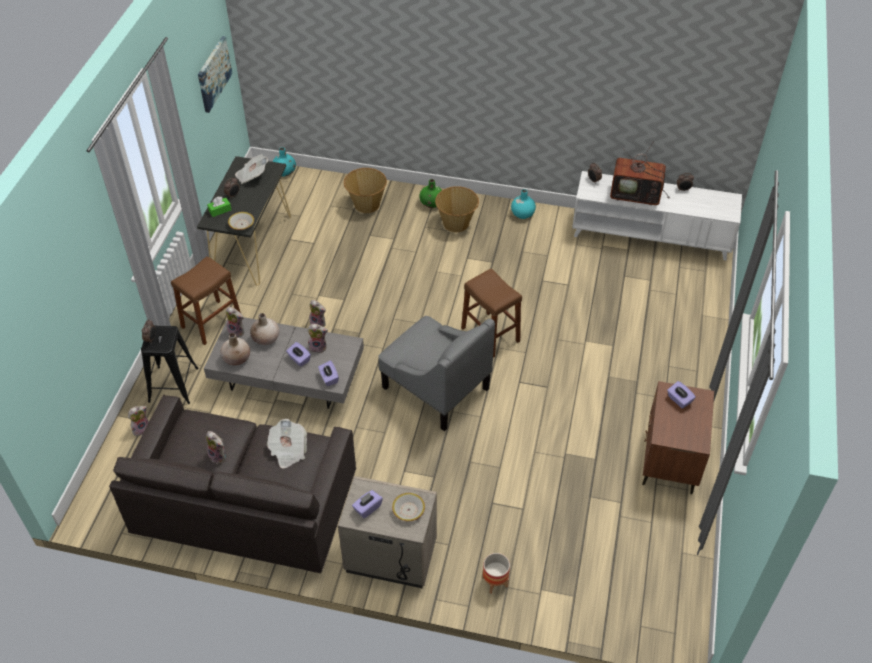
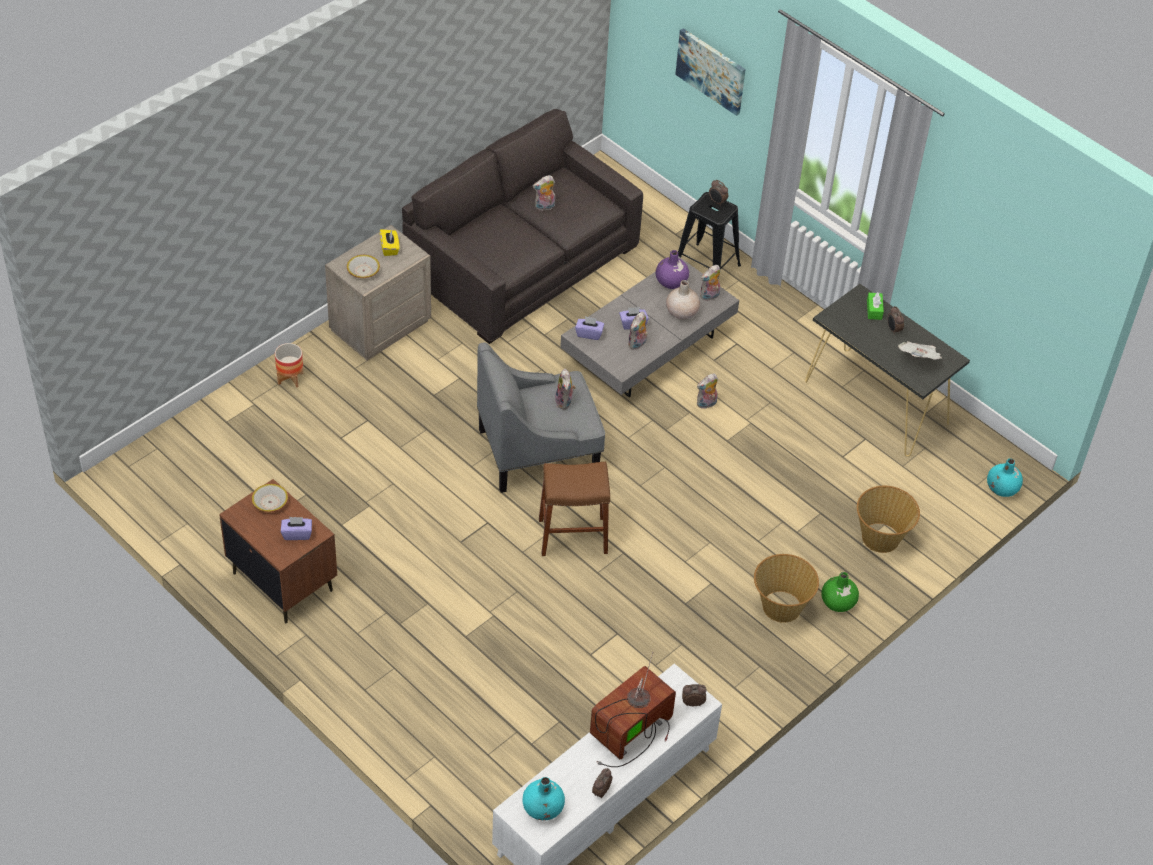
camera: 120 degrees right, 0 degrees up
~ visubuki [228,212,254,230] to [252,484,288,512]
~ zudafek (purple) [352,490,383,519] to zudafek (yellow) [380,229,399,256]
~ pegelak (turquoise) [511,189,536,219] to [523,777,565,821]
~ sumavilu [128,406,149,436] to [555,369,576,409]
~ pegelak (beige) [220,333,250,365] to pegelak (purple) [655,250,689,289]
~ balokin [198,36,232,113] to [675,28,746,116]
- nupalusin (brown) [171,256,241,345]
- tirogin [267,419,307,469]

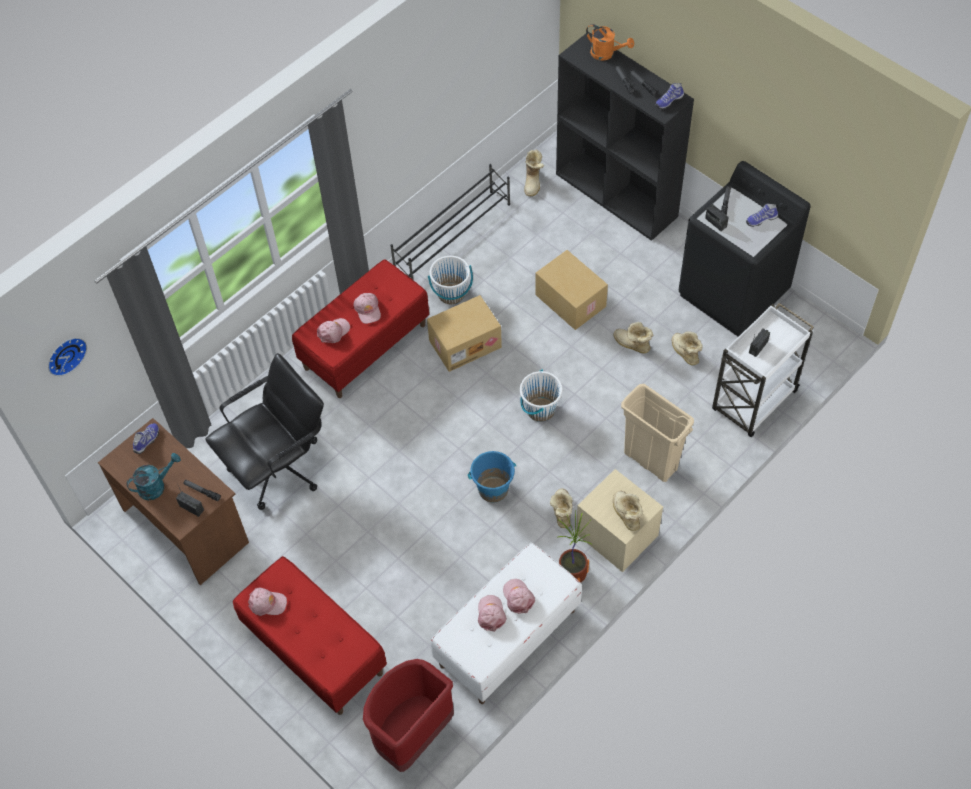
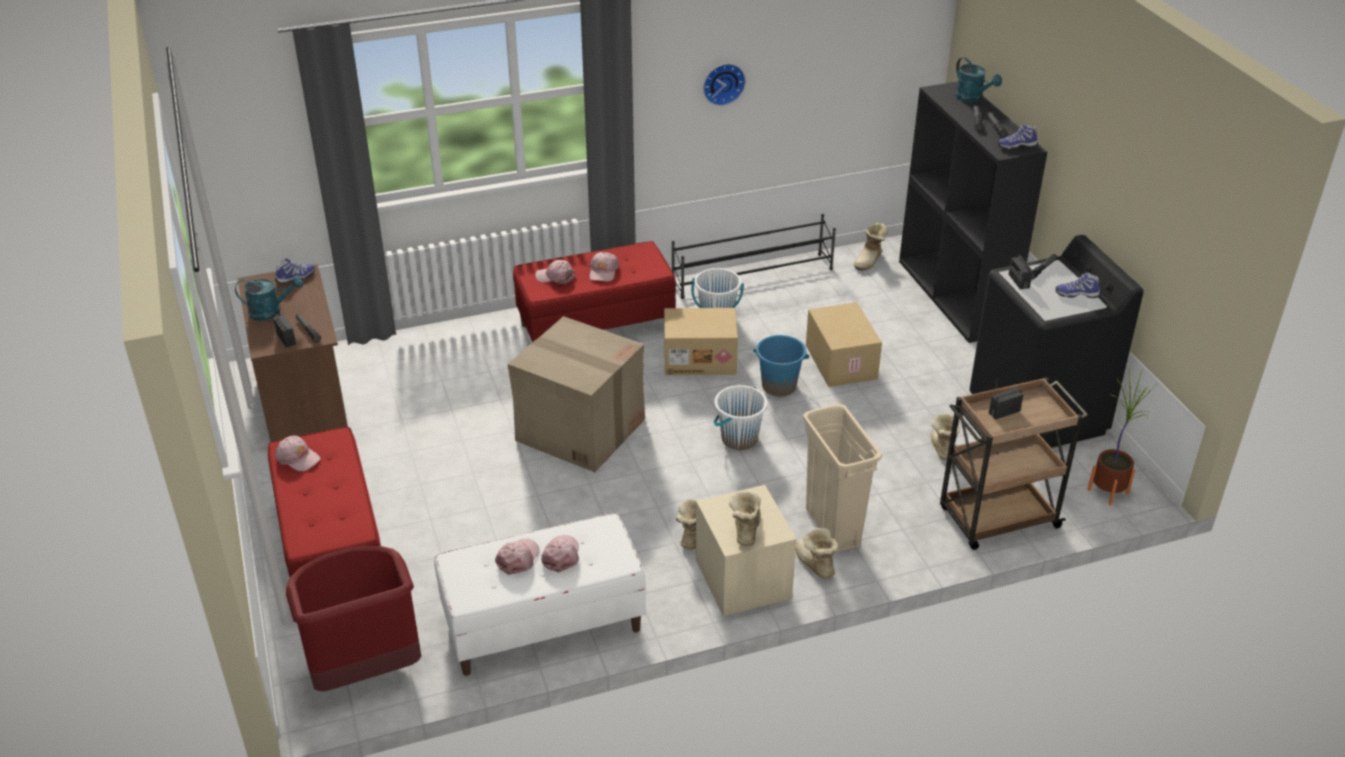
camera: 25 degrees right, 20 degrees down
+ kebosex [508,316,645,472]
~ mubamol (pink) [317,318,350,343] = [535,260,575,284] 150 degrees counterclockwise
~ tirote [48,338,87,376] to [703,64,746,106]
~ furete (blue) [468,451,516,502] to [753,335,809,397]
~ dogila [614,322,653,354] to [796,528,839,578]
~ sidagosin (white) [712,303,814,437] to sidagosin (brown) [940,377,1088,550]
~ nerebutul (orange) [586,24,634,61] to nerebutul (turquoise) [955,57,1002,103]
~ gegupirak [558,511,592,583] to [1088,371,1155,505]
- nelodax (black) [205,353,324,510]

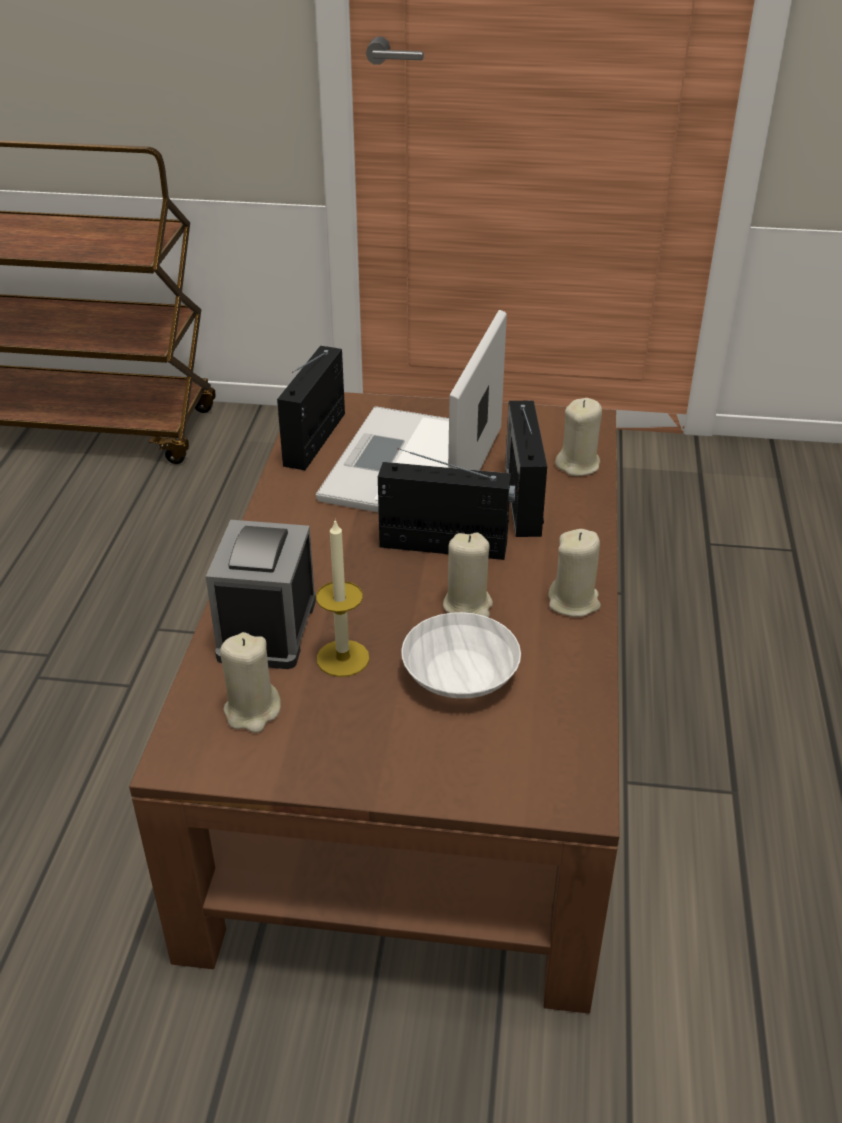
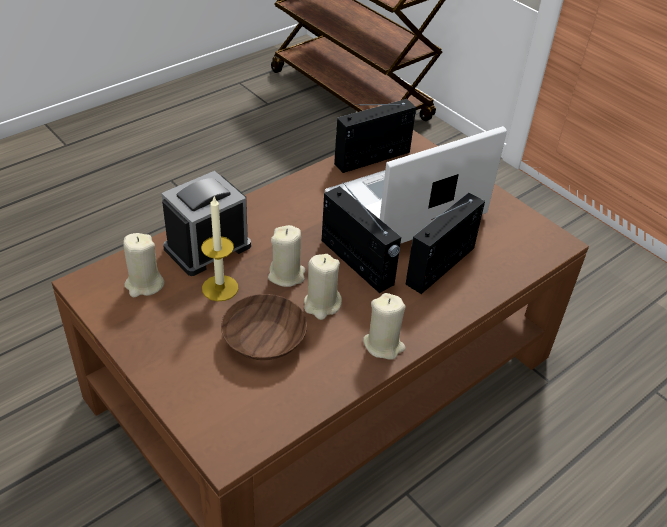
camera: 40 degrees right, 5 degrees up
~ visubuki (white) [401,612,521,699] to visubuki (brown) [221,294,307,360]
~ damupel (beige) [555,398,602,476] to [268,225,306,287]

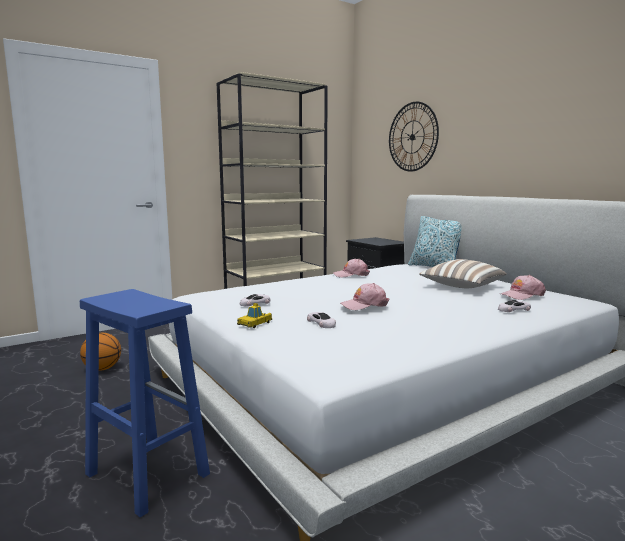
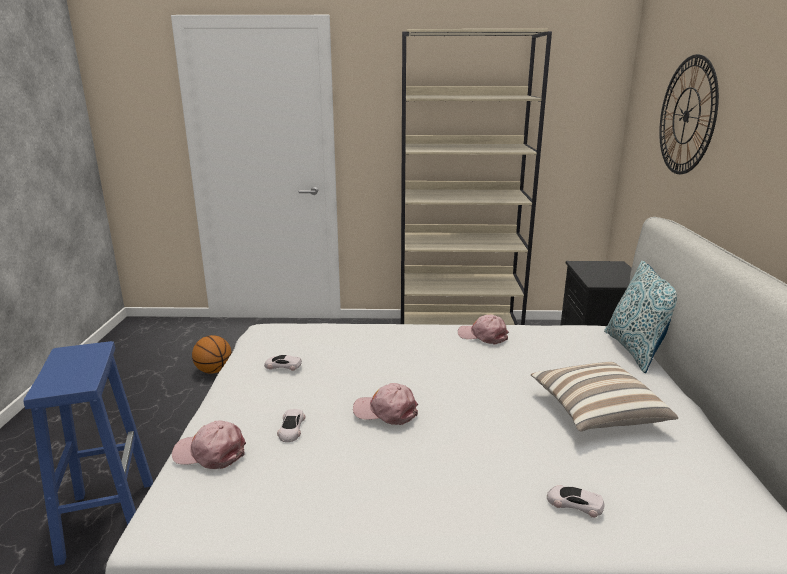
camera: 35 degrees right, 10 degrees up
~ mubamol (pink) [501,275,546,300] to [172,420,246,469]
- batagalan [237,303,272,328]

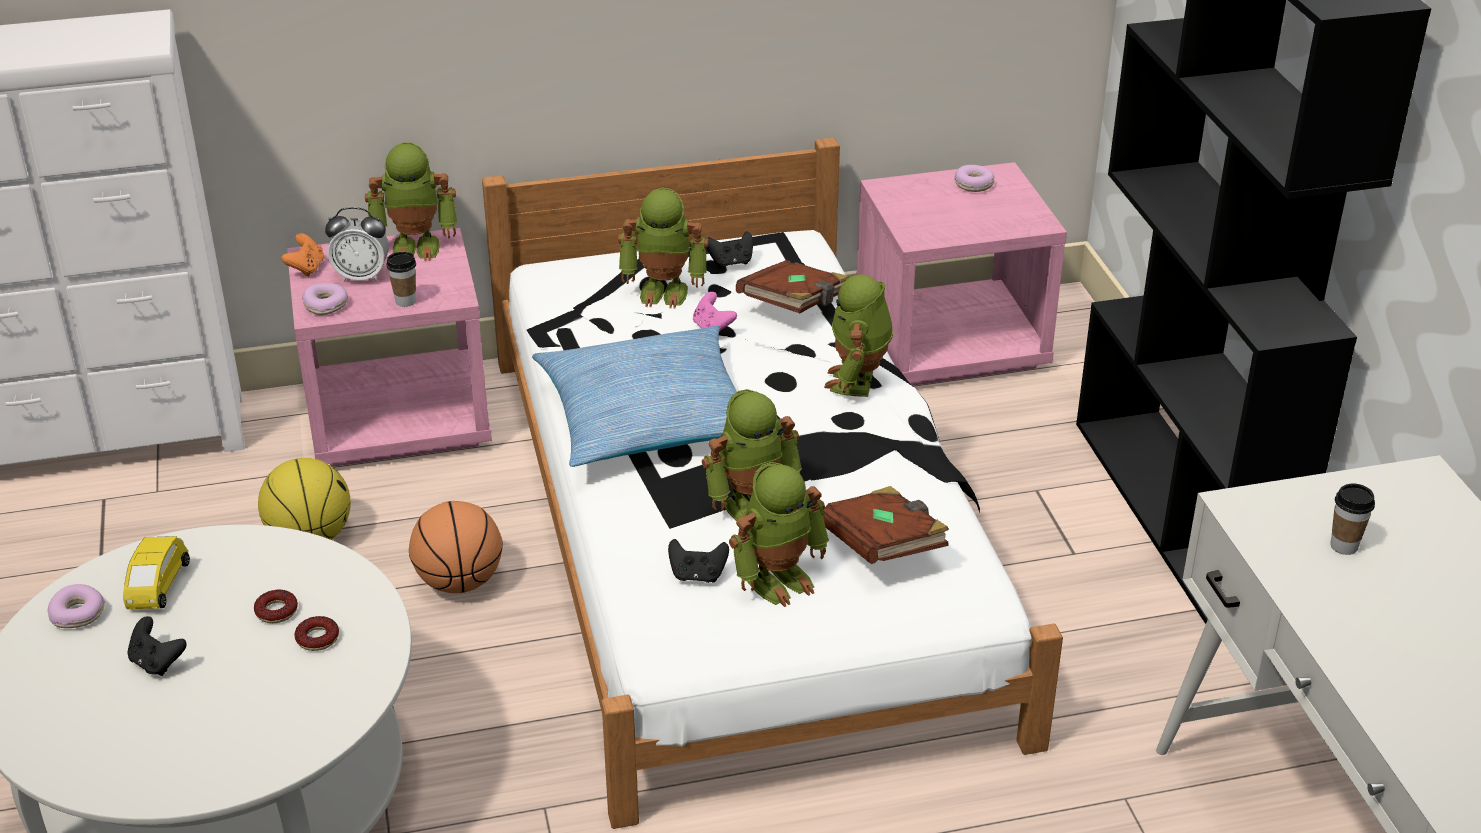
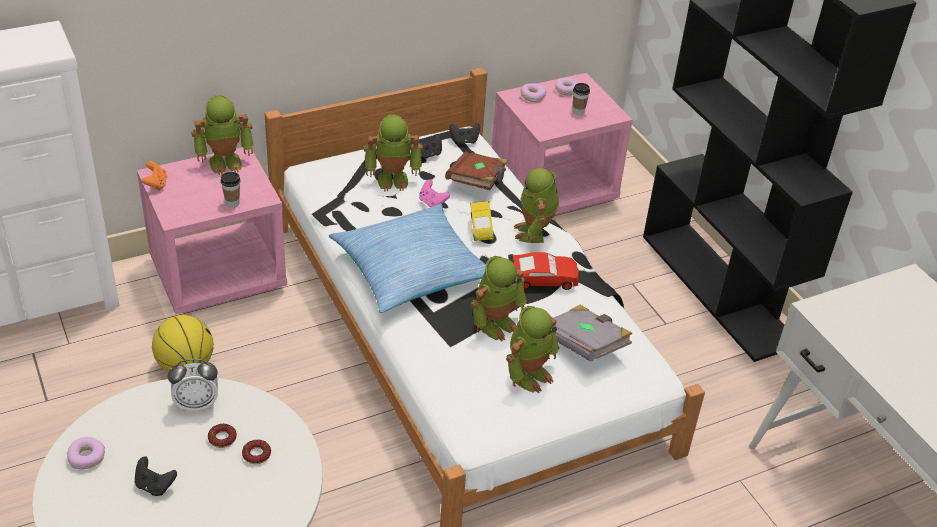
camera: 15 degrees left, 5 degrees up
~ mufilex [325,207,389,282] to [168,359,218,412]
~ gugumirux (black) [668,539,729,583] to [449,123,480,144]
~ batagalan (yellow) [123,536,190,609] to [470,201,494,241]
+ batagalan (red) [508,252,579,290]
~ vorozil [302,283,348,315] to [520,83,546,102]
~ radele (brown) [823,486,949,564] to radele (grey) [554,305,632,362]
~ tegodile [1330,484,1375,555] to [573,83,590,115]
- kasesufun [409,501,503,593]

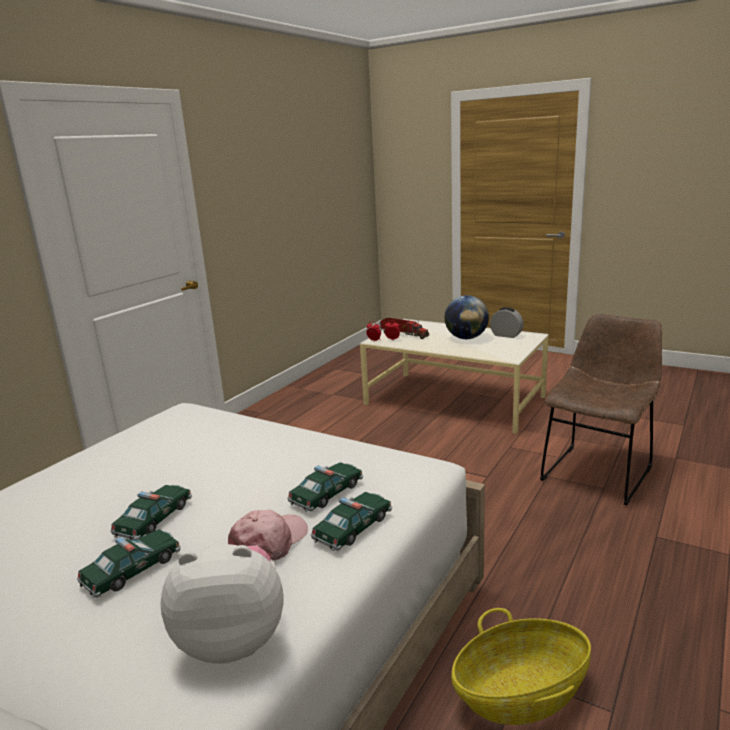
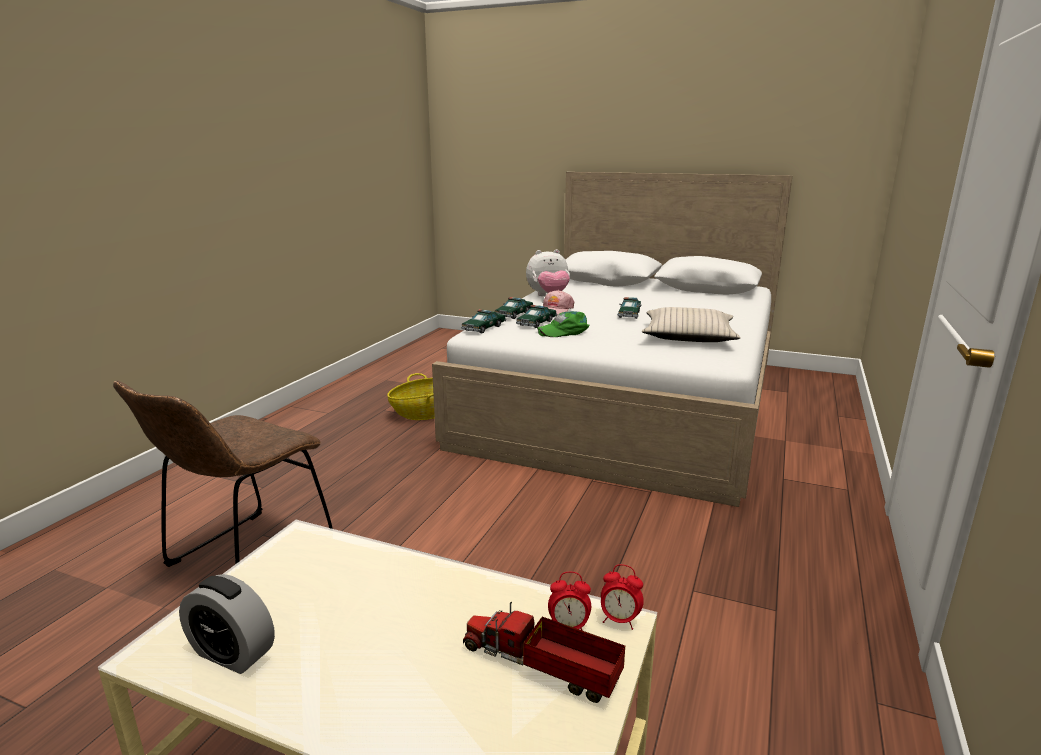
camera: 170 degrees right, 0 degrees up
~ batagalan [77,529,181,598] to [461,309,506,333]
+ mubamol (green) [537,311,589,337]
+ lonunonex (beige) [642,307,741,342]
- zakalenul [445,295,489,339]

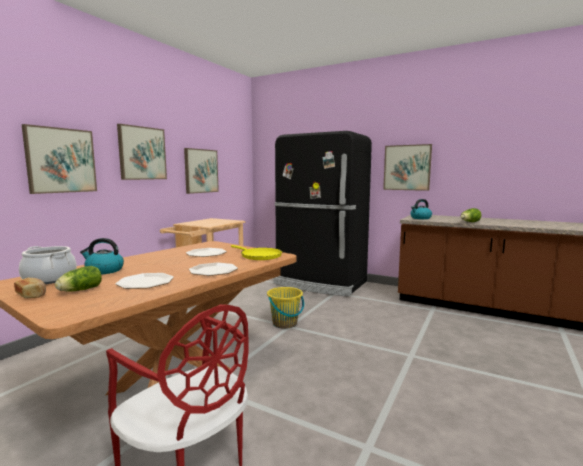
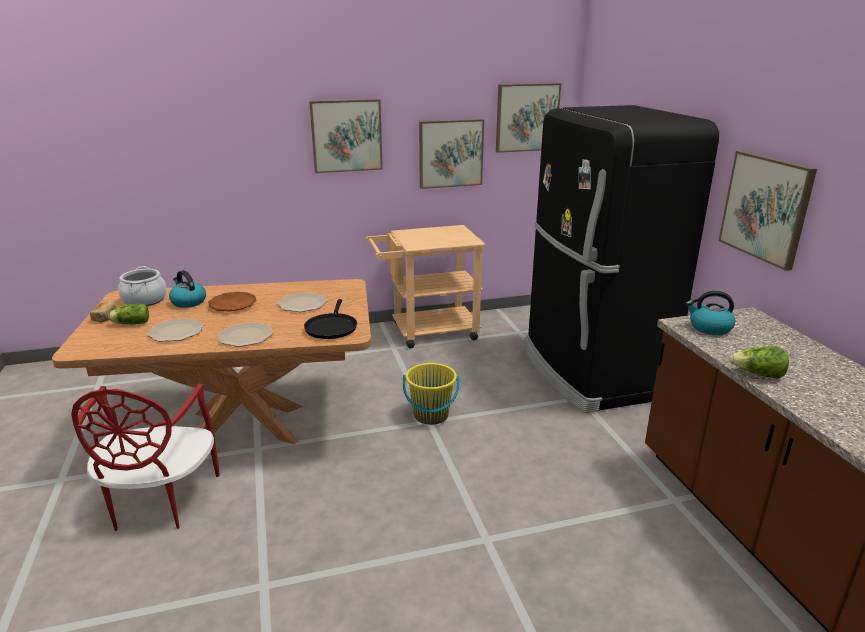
camera: 45 degrees right, 15 degrees up
+ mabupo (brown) [208,292,256,311]
~ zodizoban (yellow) [231,245,282,260] to zodizoban (black) [304,299,357,339]
~ balokin [21,124,97,194] to [496,83,561,153]

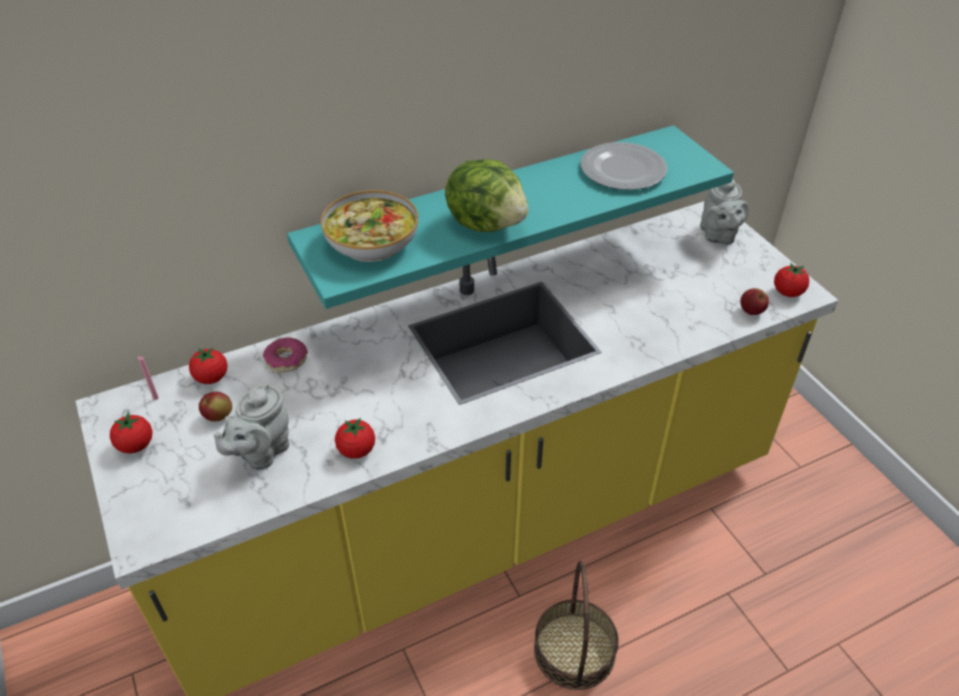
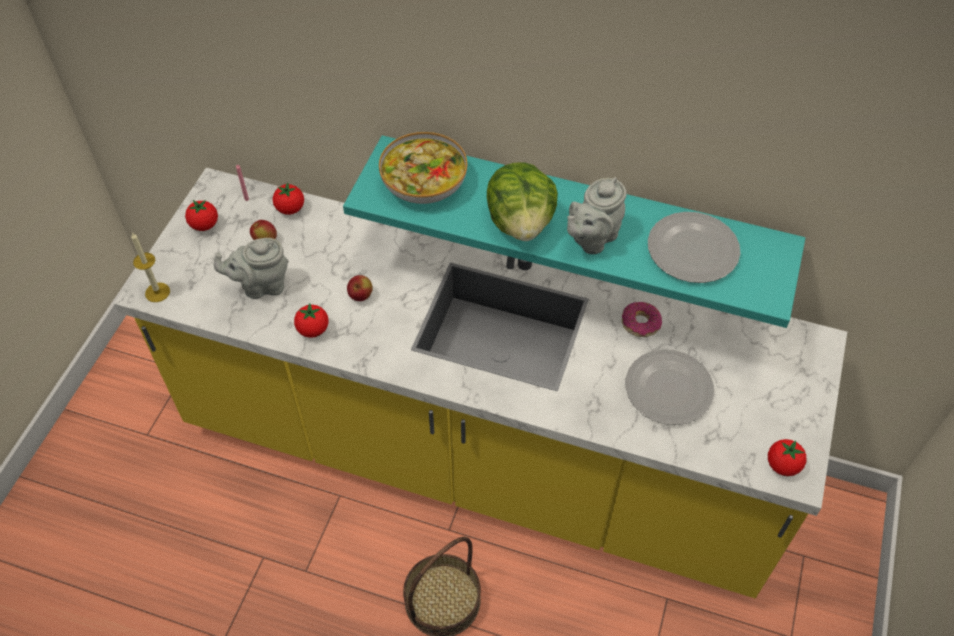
camera: 45 degrees right, 10 degrees up
+ damupel [131,233,170,302]
~ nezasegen [740,288,769,315] to [347,275,373,301]
~ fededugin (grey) [700,179,749,245] to [567,177,627,254]
~ vorozil [263,337,308,372] to [622,302,662,337]
+ mabupo [626,349,714,425]

